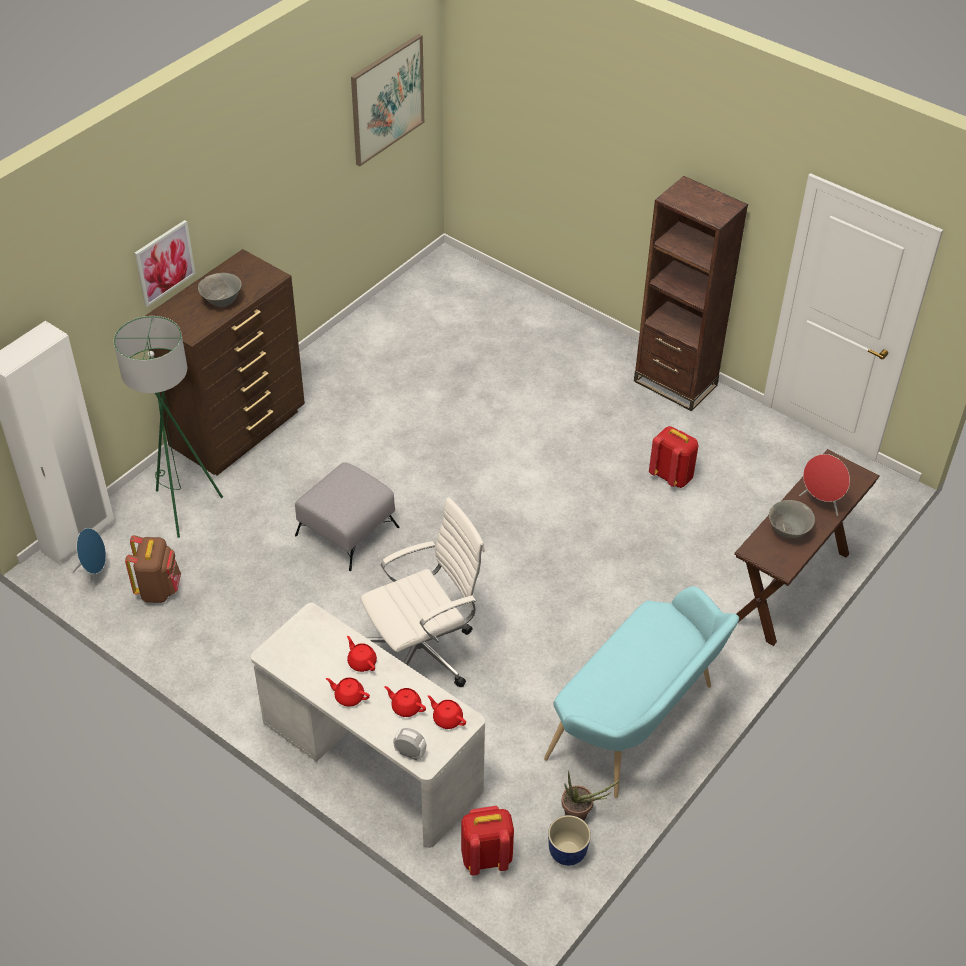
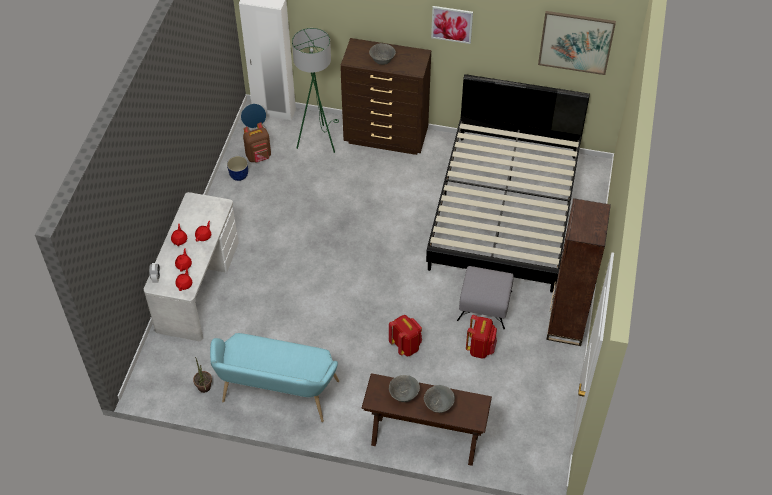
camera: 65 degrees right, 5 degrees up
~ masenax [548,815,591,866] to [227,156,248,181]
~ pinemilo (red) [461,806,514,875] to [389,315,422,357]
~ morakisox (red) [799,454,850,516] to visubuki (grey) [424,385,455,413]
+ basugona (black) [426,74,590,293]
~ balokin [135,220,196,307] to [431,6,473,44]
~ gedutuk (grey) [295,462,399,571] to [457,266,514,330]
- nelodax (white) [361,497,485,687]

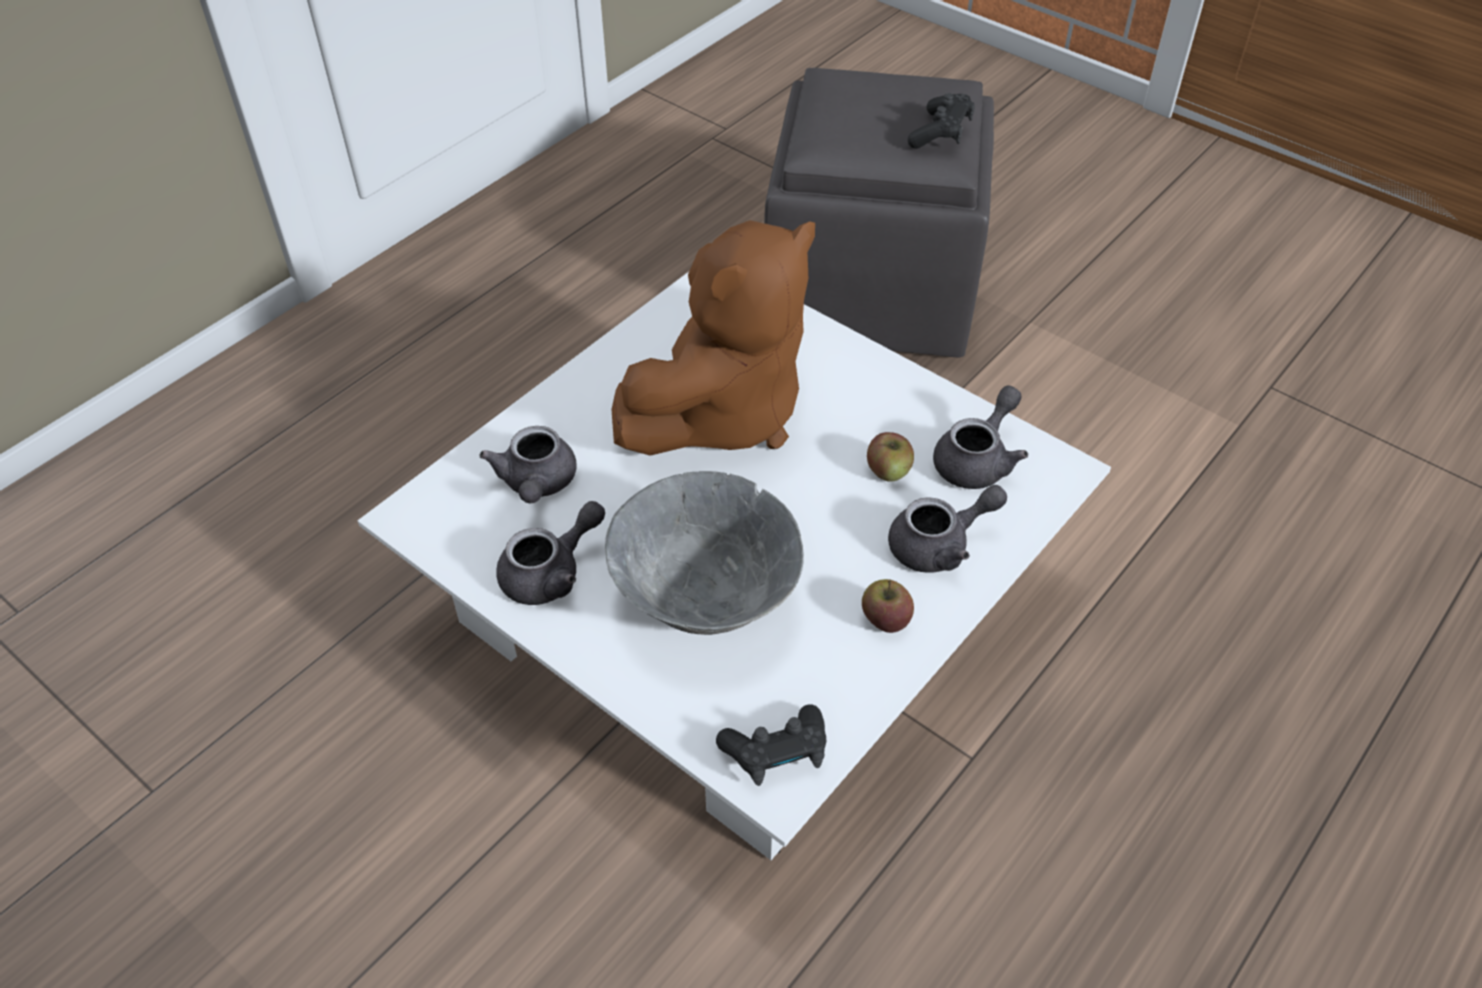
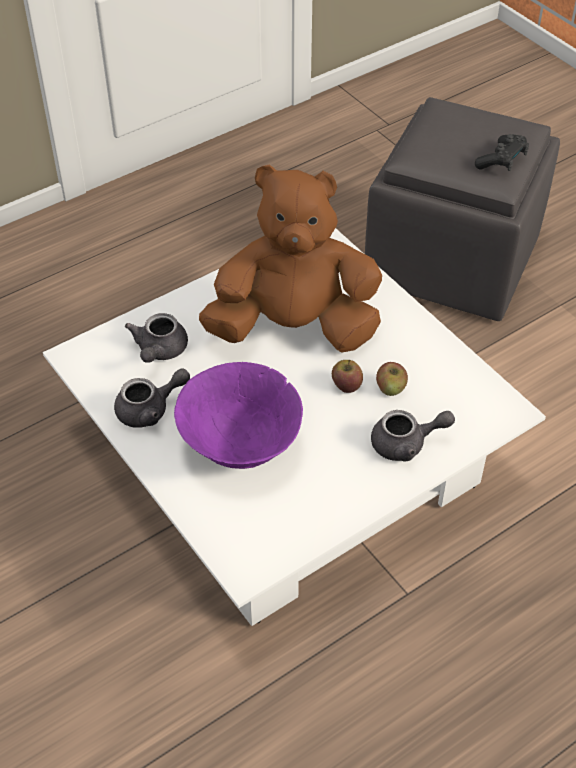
camera: 15 degrees right, 0 degrees up
~ visubuki (grey) [605,471,804,635] to visubuki (purple) [174,362,303,469]
~ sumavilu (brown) [611,220,815,456] = [199,165,382,353] 150 degrees counterclockwise
~ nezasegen [862,579,914,633] to [332,360,363,393]
- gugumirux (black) [716,704,826,786]
- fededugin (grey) [933,385,1028,489]

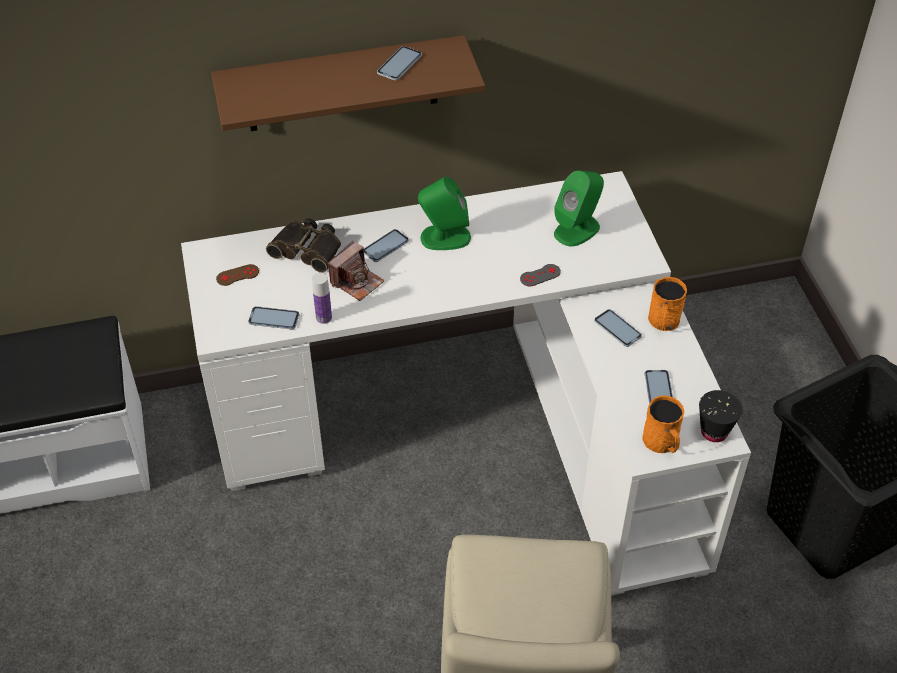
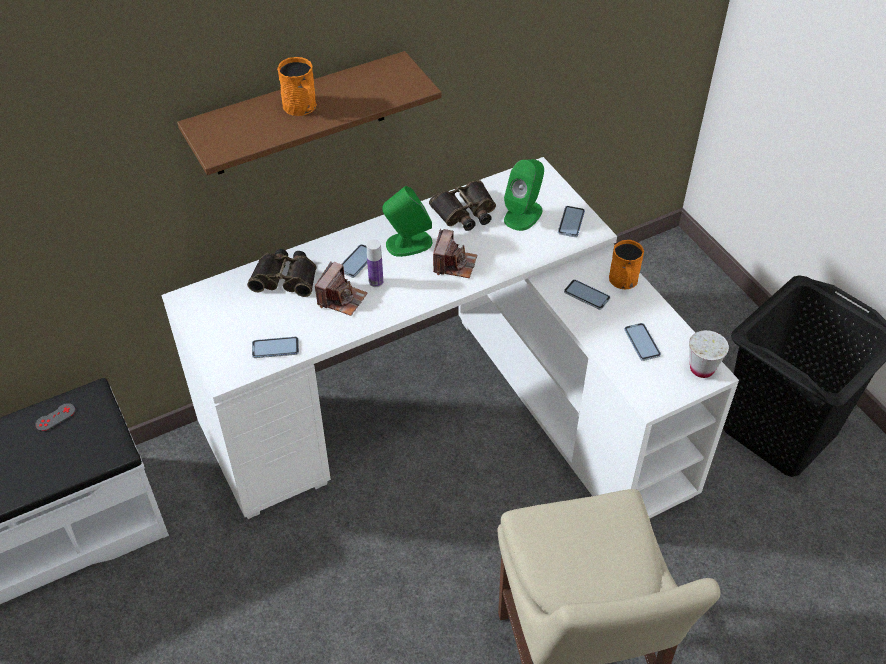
camera: 15 degrees left, 0 degrees up
~ gugumirux (grey) [520,264,561,286] to [35,403,75,431]
~ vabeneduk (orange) [642,395,684,453] to [277,57,317,116]
~ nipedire [312,273,332,324] to [366,239,383,287]
+ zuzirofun [429,180,496,231]
+ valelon [433,229,477,278]
~ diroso [377,46,422,80] to [558,206,585,237]
~ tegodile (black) [699,390,743,442] to tegodile (white) [689,330,729,378]
- gugumirux (brown) [216,264,259,286]

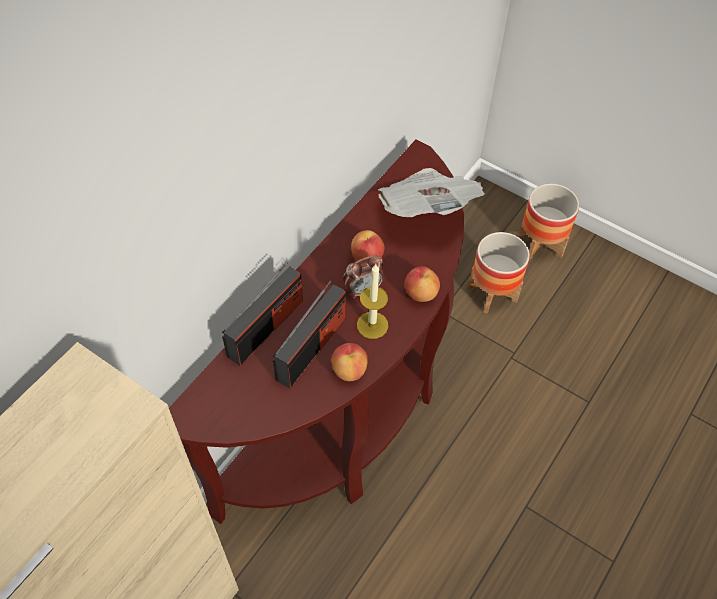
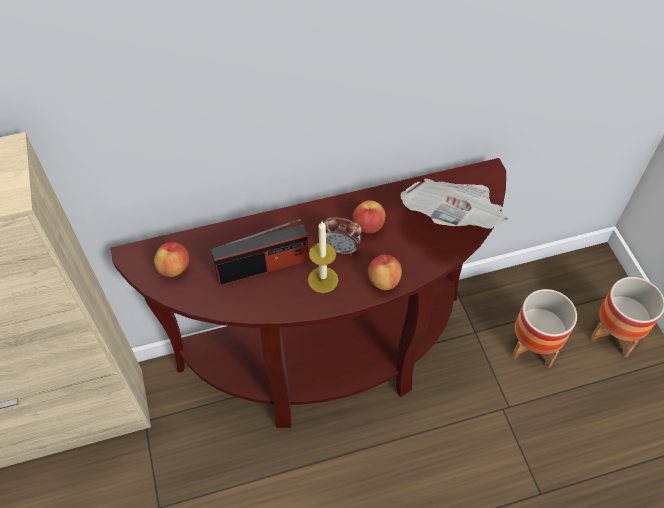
camera: 40 degrees right, 0 degrees up
~ nezasegen [331,343,368,381] to [154,242,189,277]
- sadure [222,262,303,366]

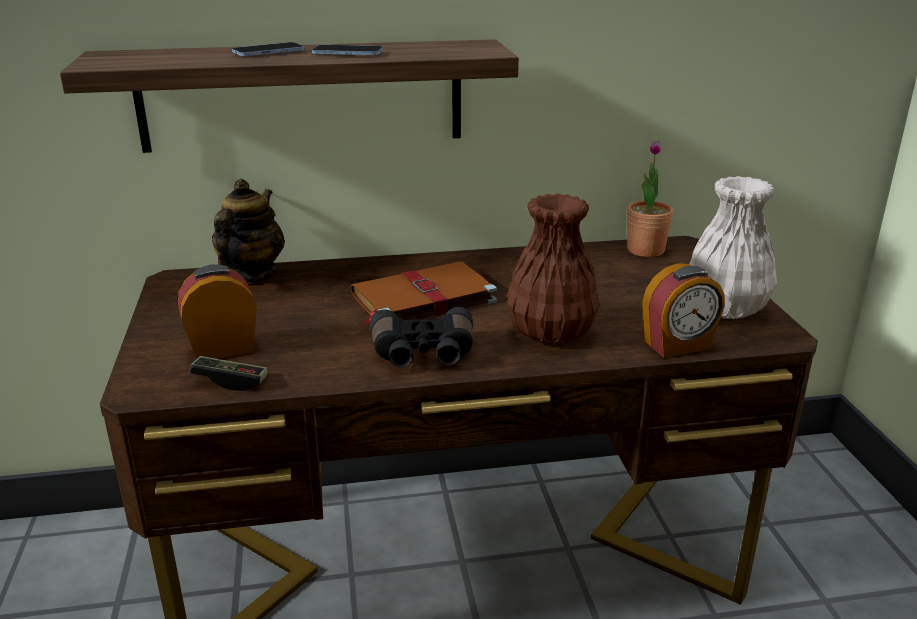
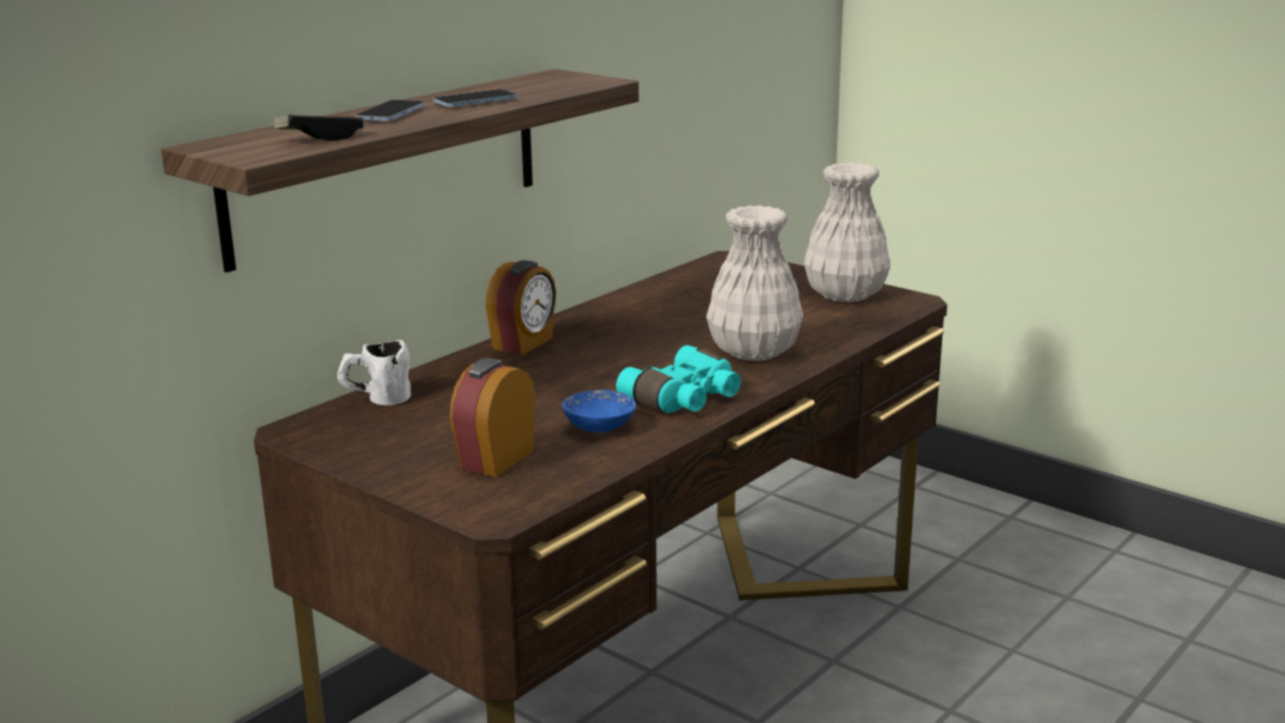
camera: 40 degrees left, 5 degrees down
~ gugumirux [190,356,267,391] to [274,114,363,141]
~ fededugin [212,179,285,283] to vabeneduk (white) [337,340,411,405]
~ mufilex [642,263,725,358] to [486,260,556,355]
+ visubuki (blue) [562,390,637,432]
~ zuzirofun (black) [370,307,473,368] to zuzirofun (turquoise) [616,345,741,413]
~ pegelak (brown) [507,194,600,345] to pegelak (white) [706,205,803,361]
- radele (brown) [351,261,497,325]
- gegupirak [627,140,673,257]

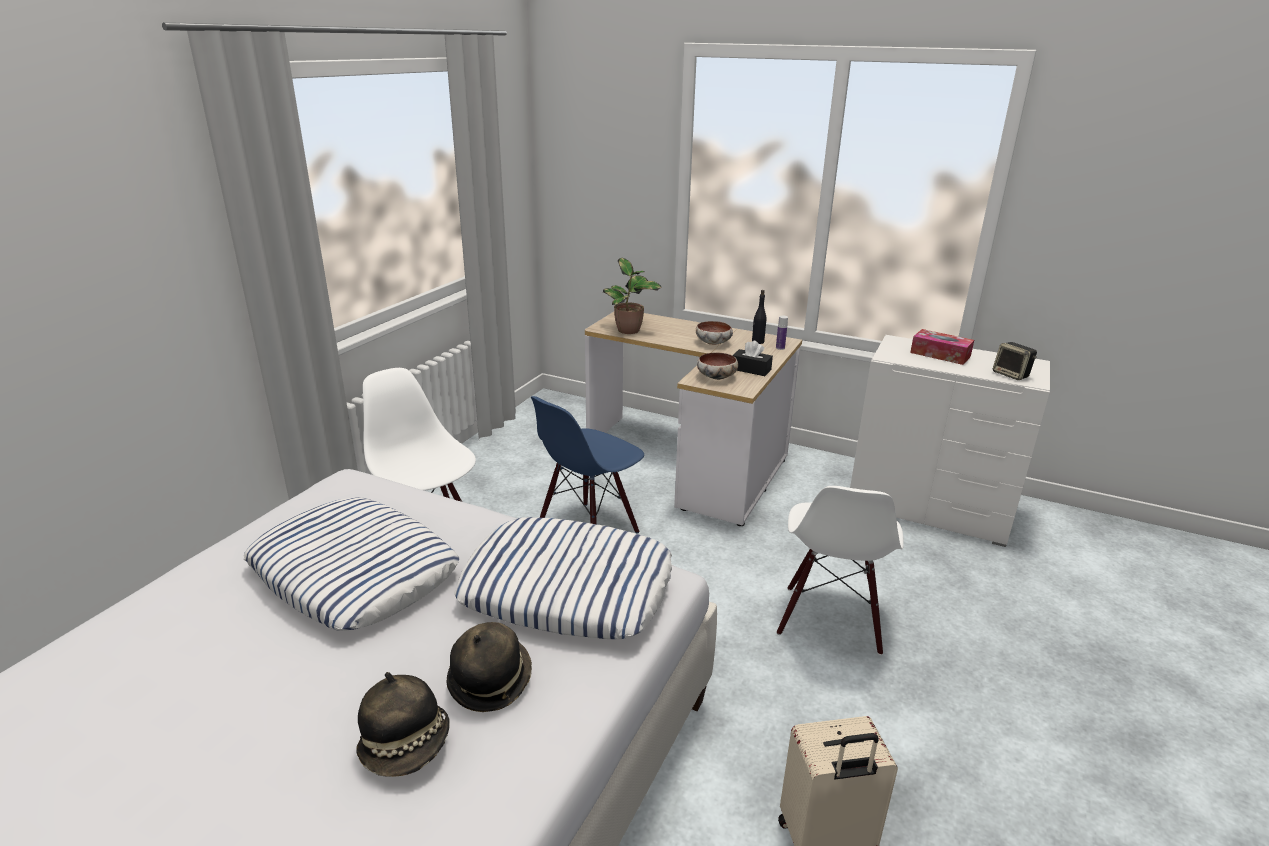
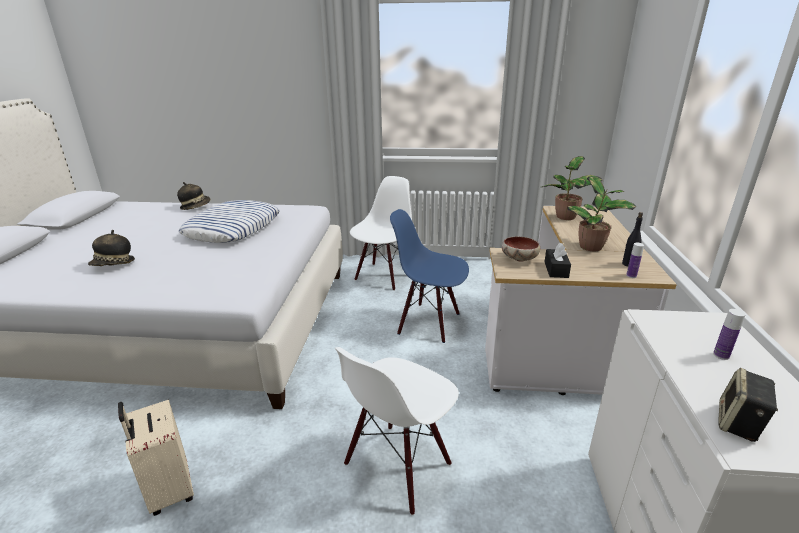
camera: 70 degrees right, 0 degrees up
~ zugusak [447,622,532,712] to [177,182,210,210]
~ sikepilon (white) [777,486,904,655] = [335,347,459,515] 45 degrees counterclockwise
~ visubuki [696,321,733,345] to gegupirak [568,176,636,251]
~ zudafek [910,329,974,365] to nipedire [713,309,746,360]
- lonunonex [454,517,672,639]

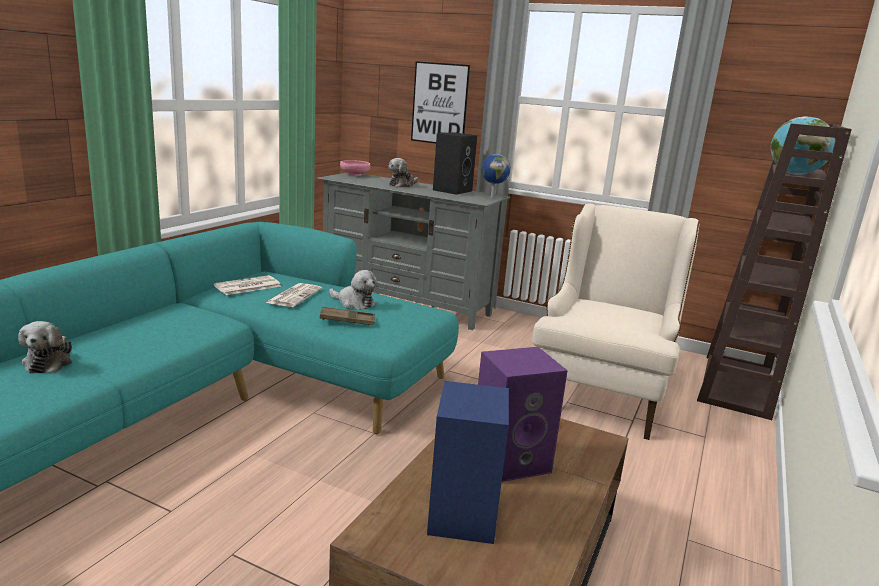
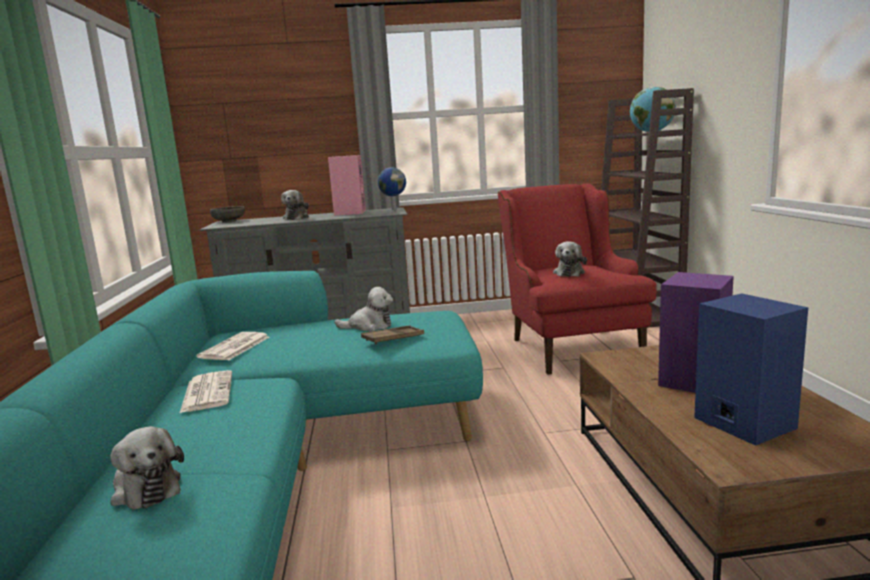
camera: 30 degrees left, 5 degrees down
~ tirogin [266,283,322,307] to [180,370,232,413]
~ visubuki (pink) [340,160,370,176] to visubuki (grey) [210,206,245,223]
~ morakisox (black) [433,132,477,195] to morakisox (pink) [328,155,366,216]
~ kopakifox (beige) [532,204,700,440] to kopakifox (red) [498,184,657,375]
+ sumavilu [553,241,587,277]
- balokin [411,61,470,143]

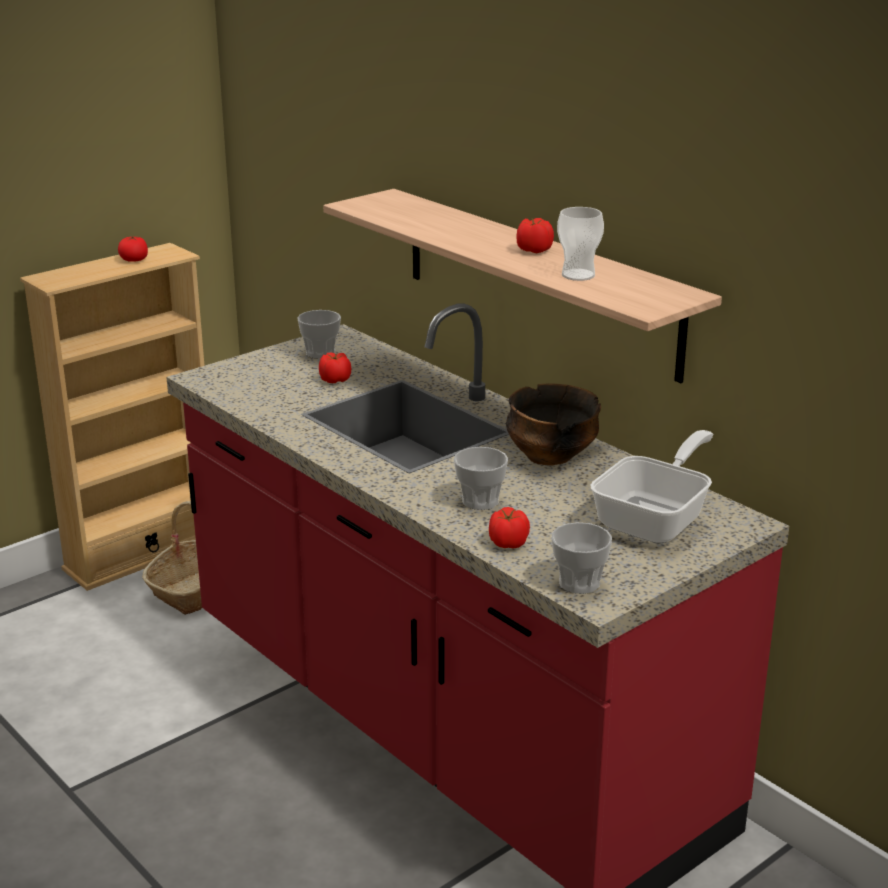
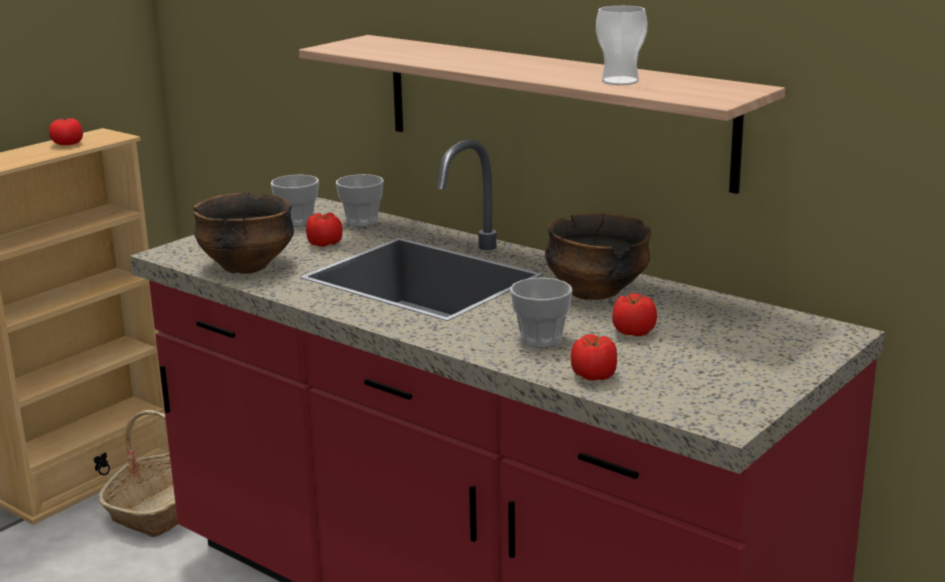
camera: 10 degrees left, 5 degrees down
+ visubuki [193,192,294,274]
~ tegodile [551,522,612,594] to [336,174,384,227]
~ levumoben [517,218,554,253] to [612,293,657,336]
- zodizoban [590,430,713,543]

